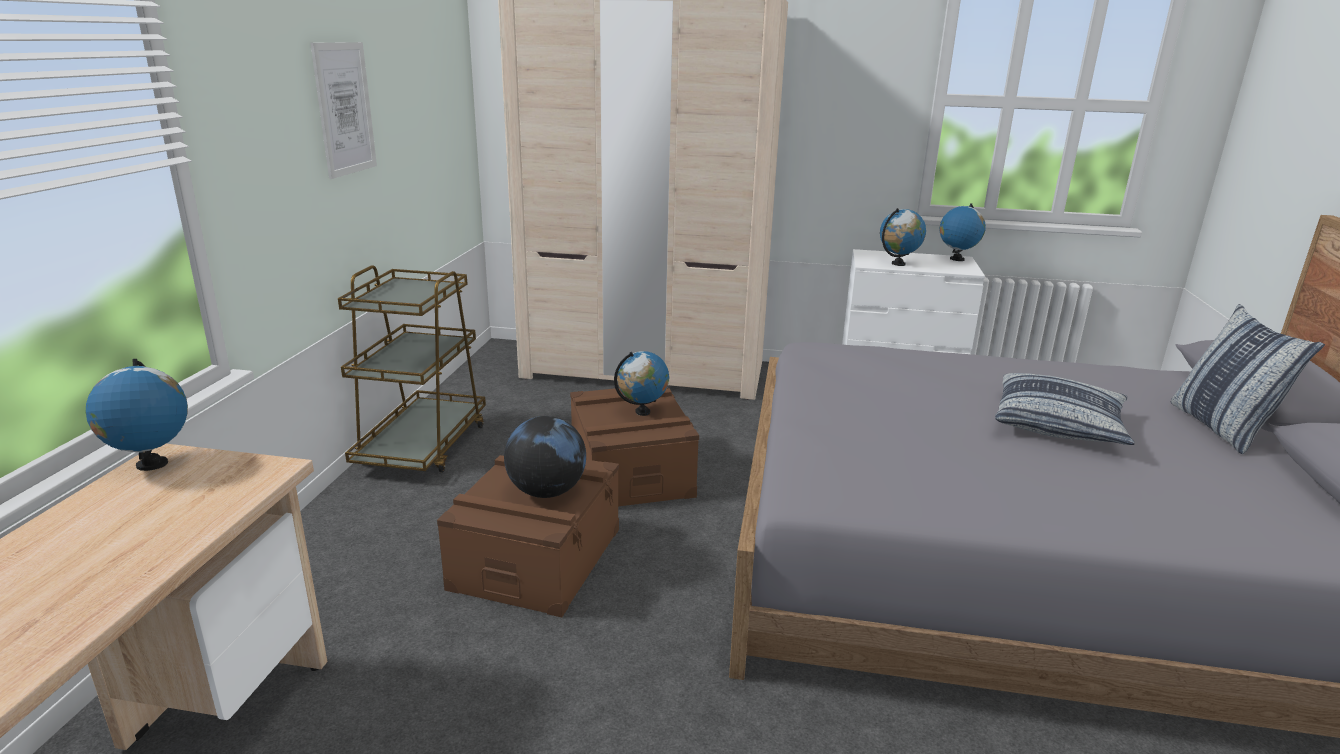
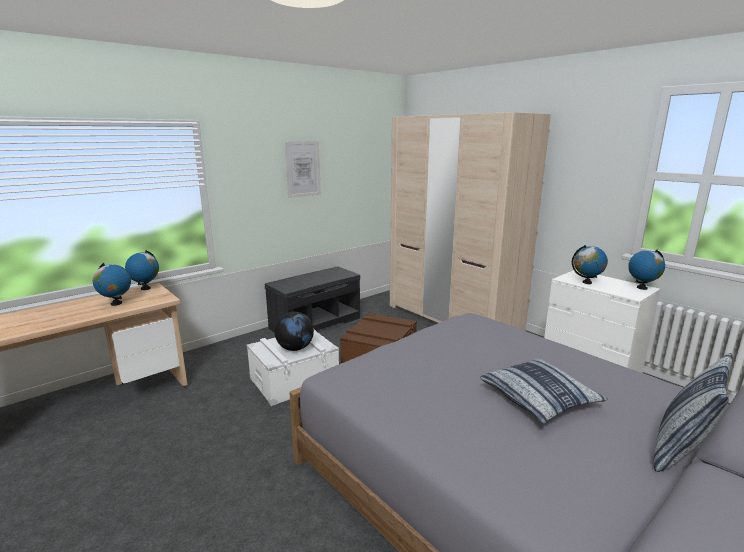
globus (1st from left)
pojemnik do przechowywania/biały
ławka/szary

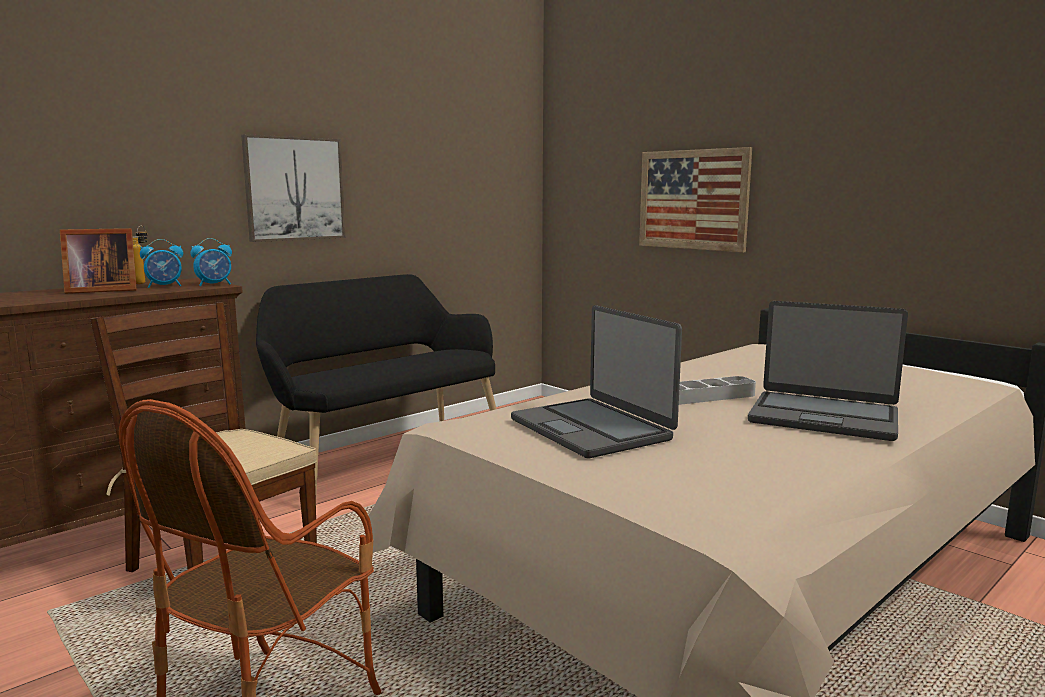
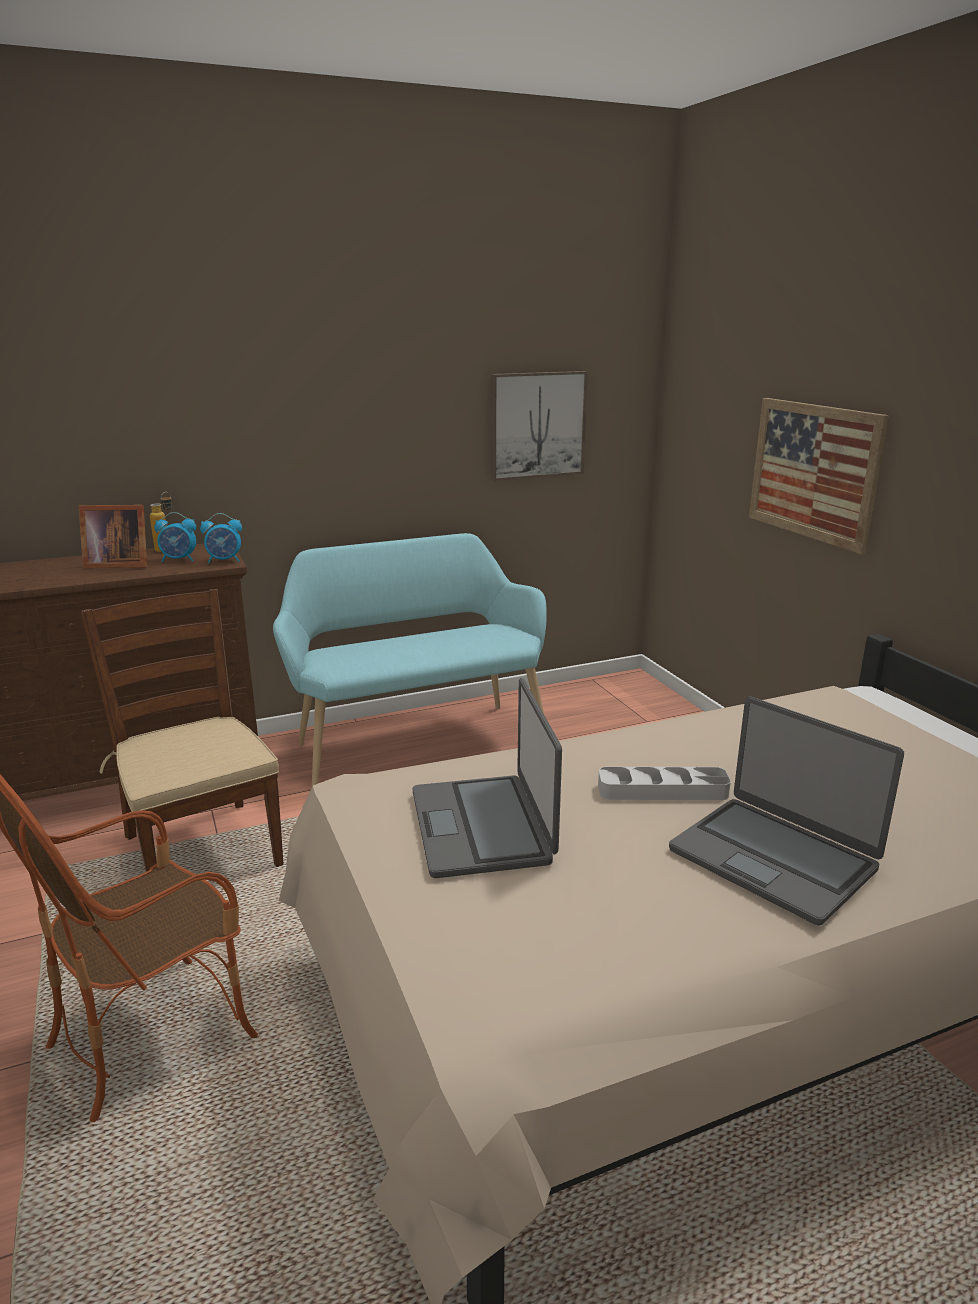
ławka/turkusowy
obraz (1st from left)

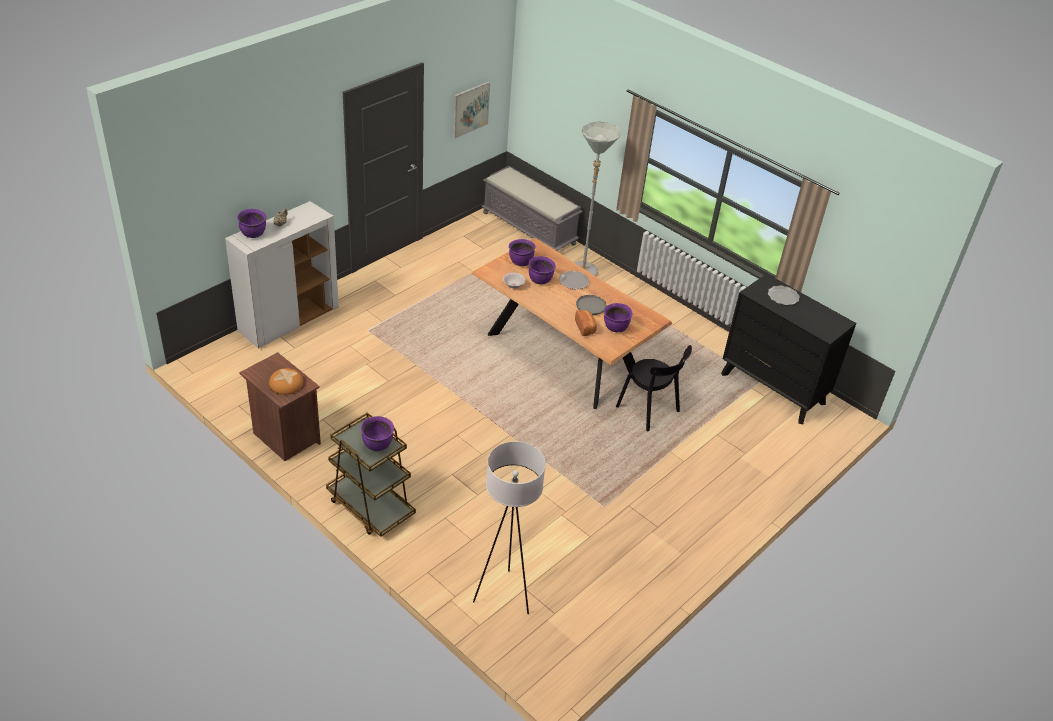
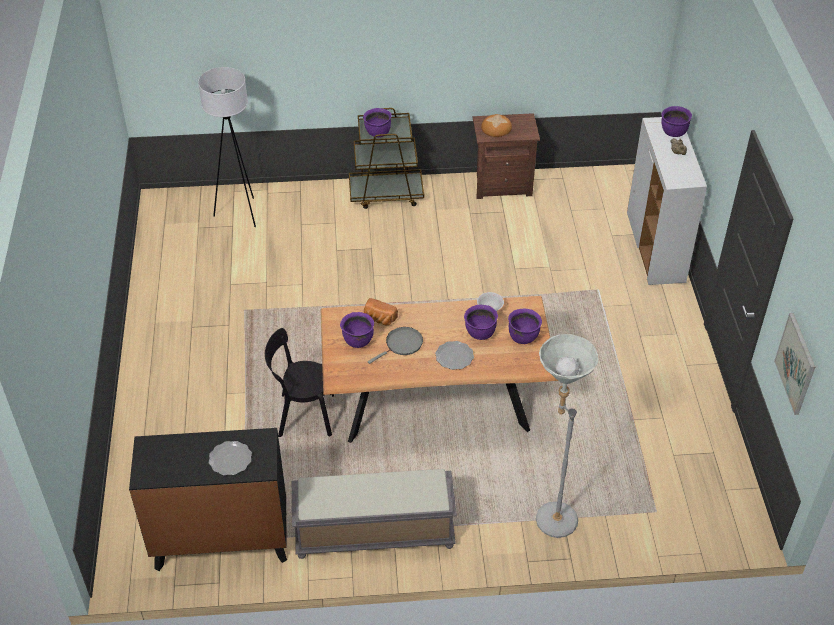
ławka/szary

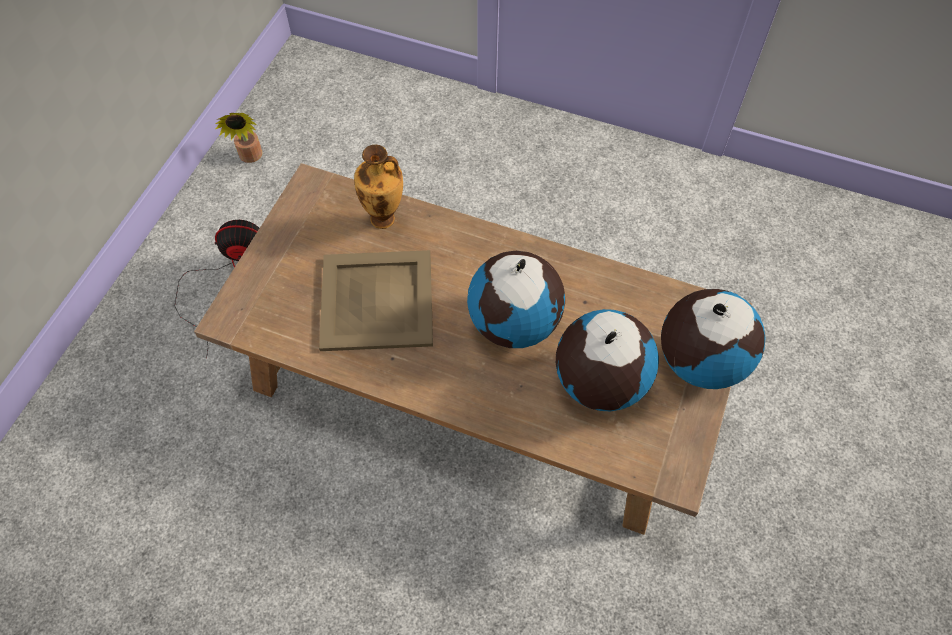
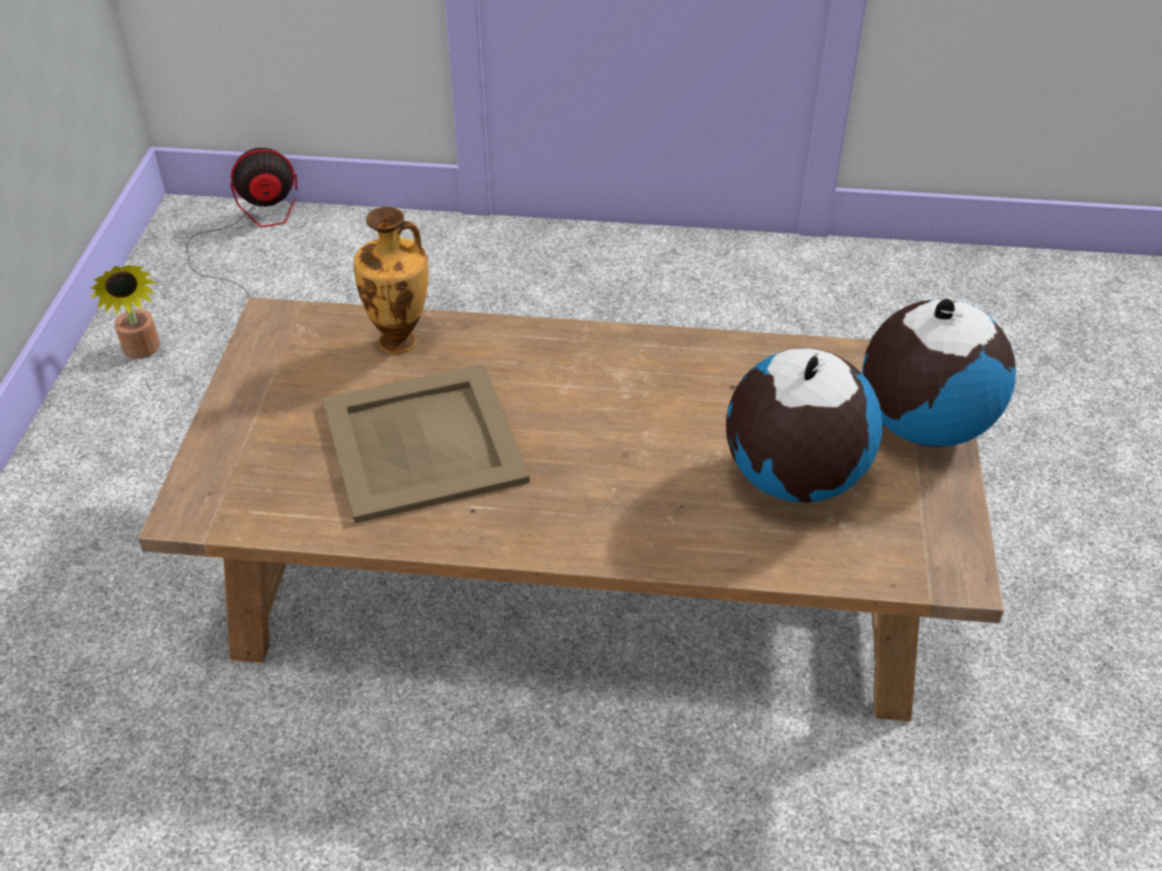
wentylator
globus (1st from left in the first image)

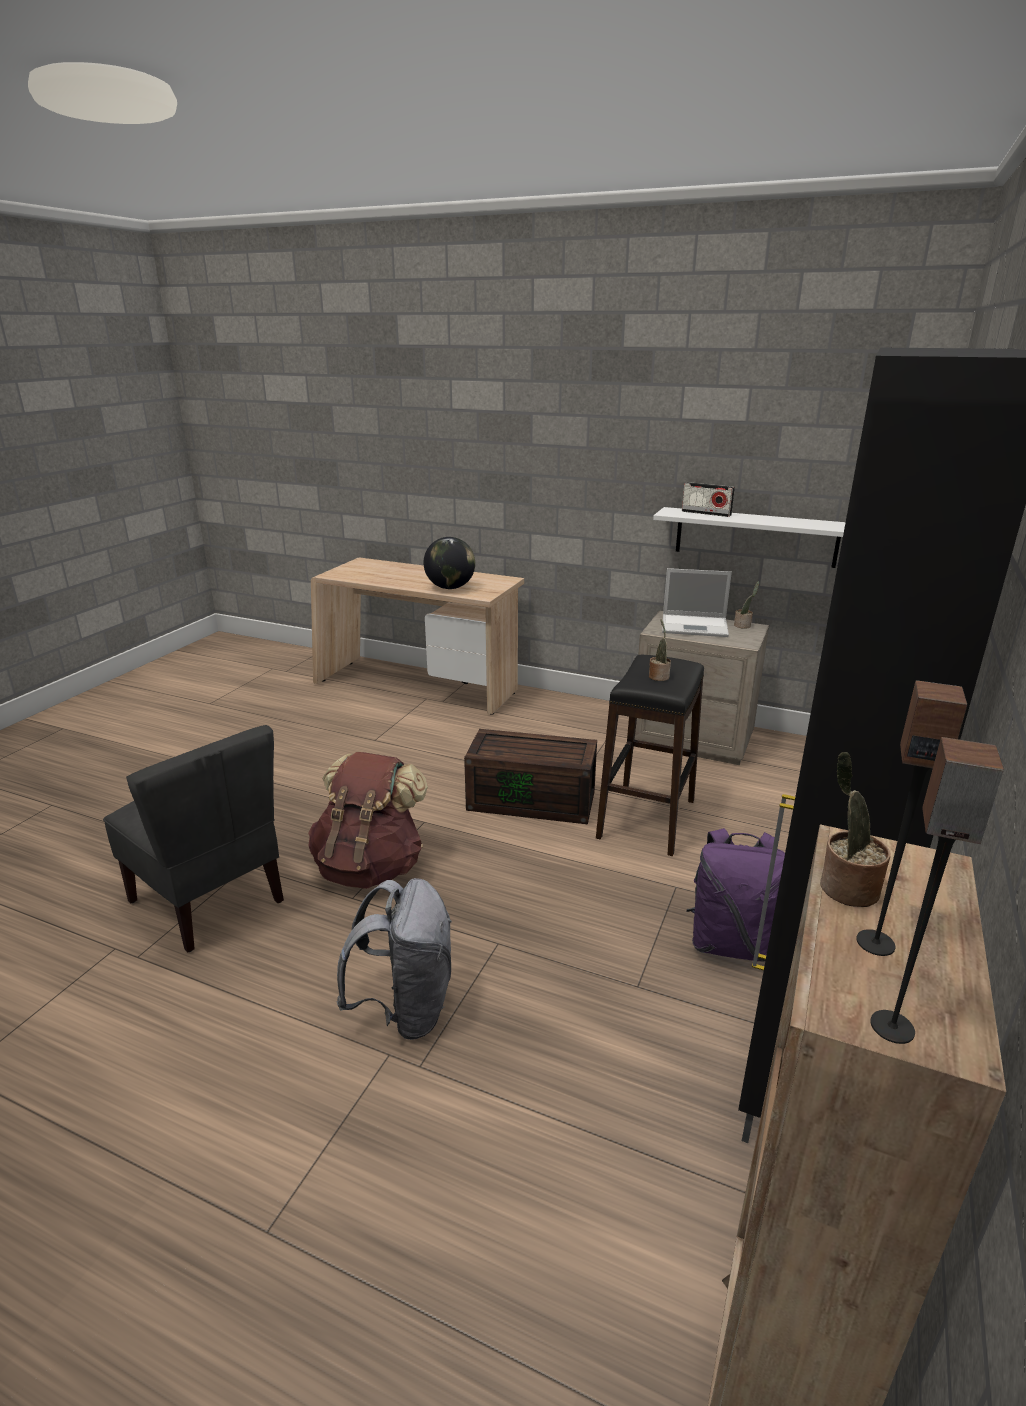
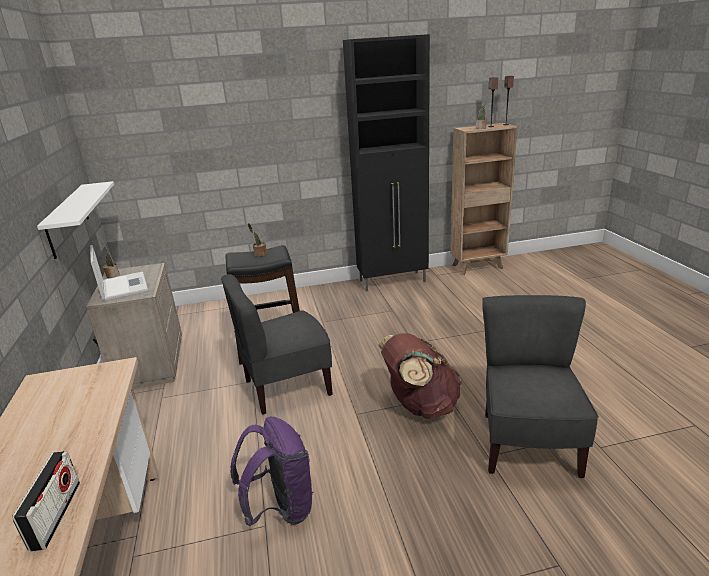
radio
krzesło/szary (1st from left)
plecak/fioletowy
plecak/szary
globus

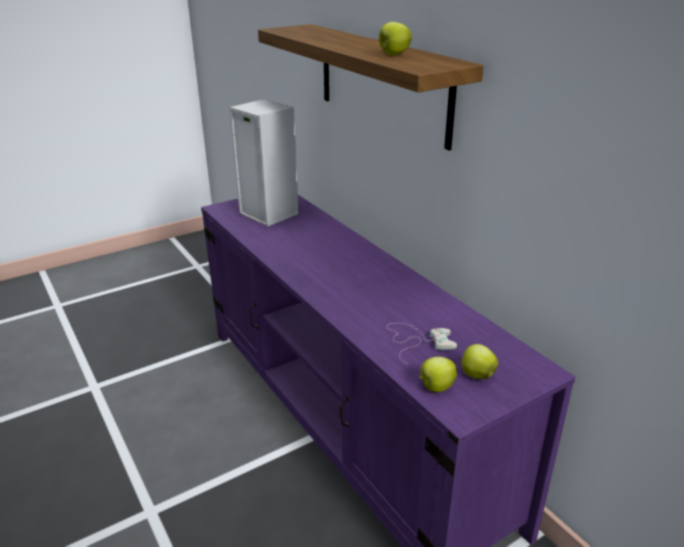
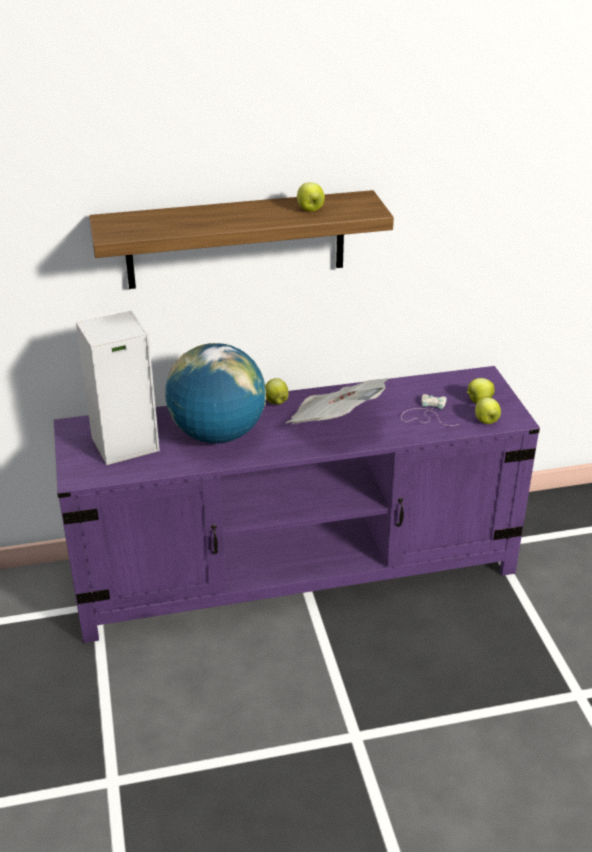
globus
jabłko (1st from left)
gazeta

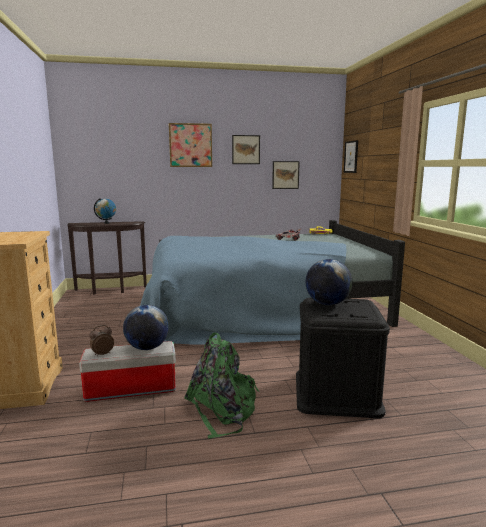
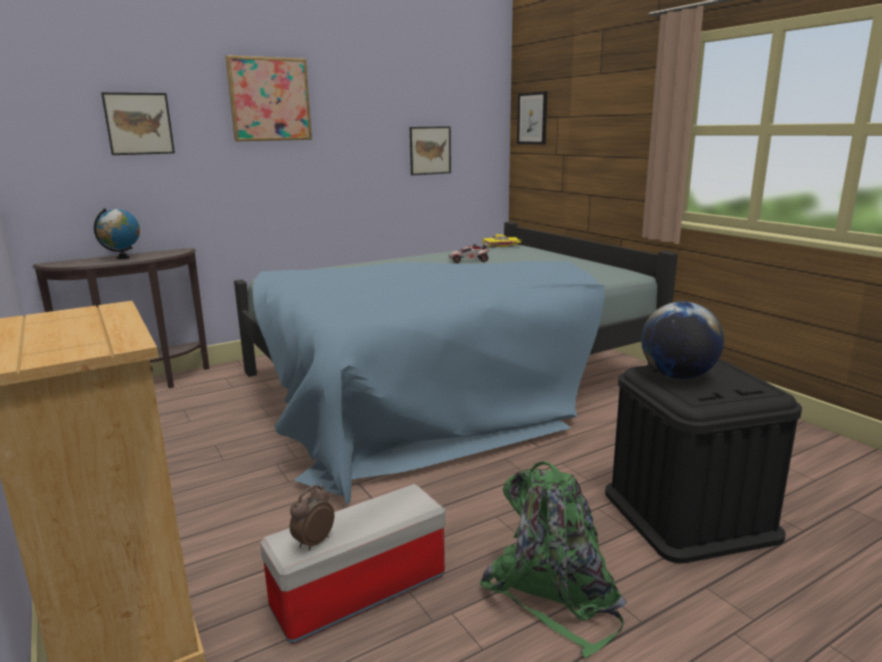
obraz (1st from left)
globus (2nd from left in the first image)

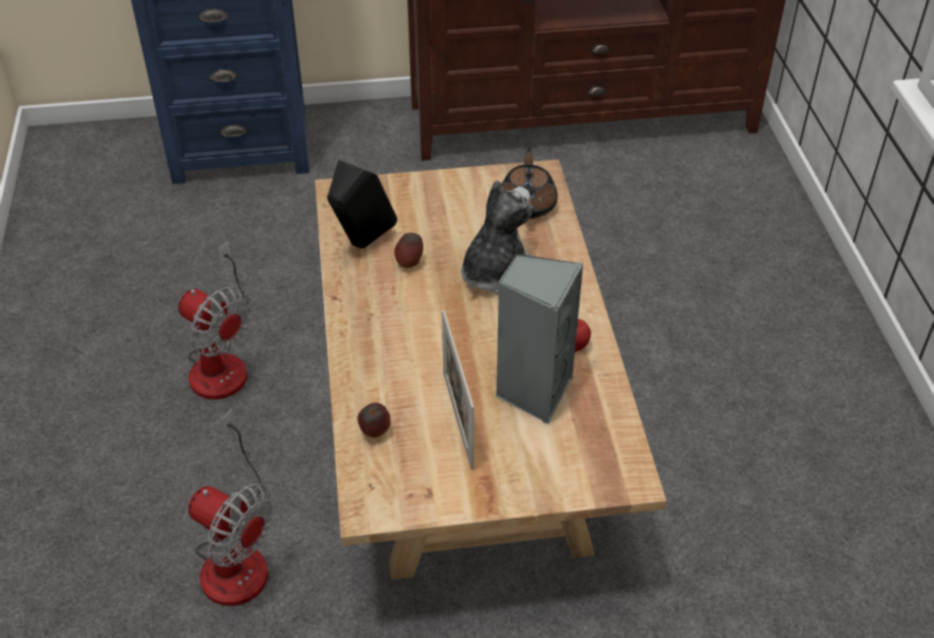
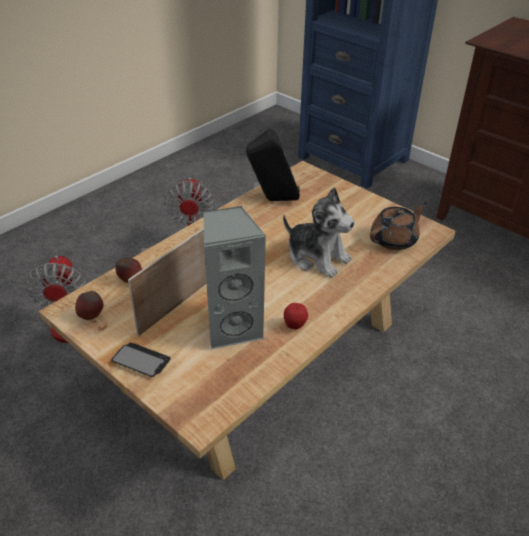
jabłko (1st from left)
telefon
pluszak

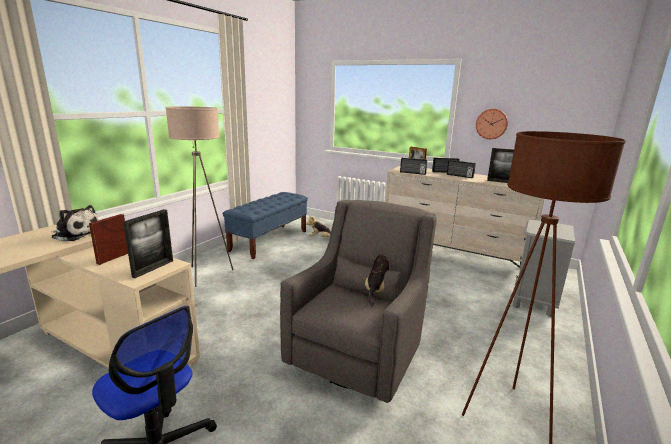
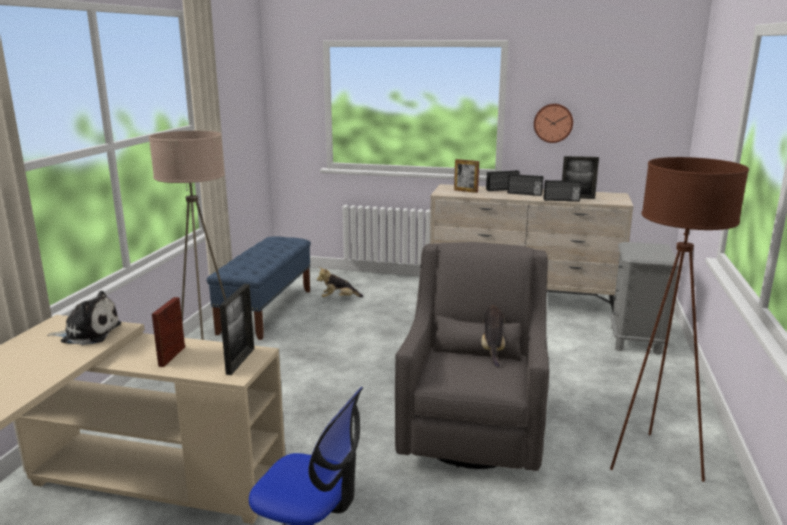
radio (3rd from left)

